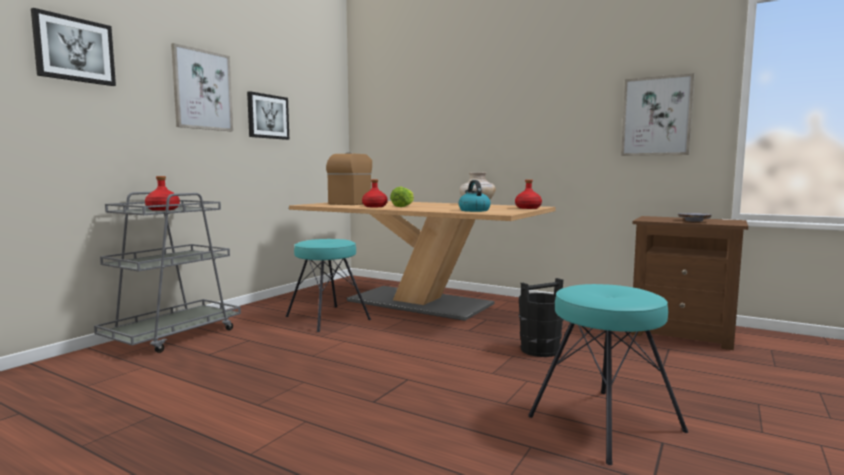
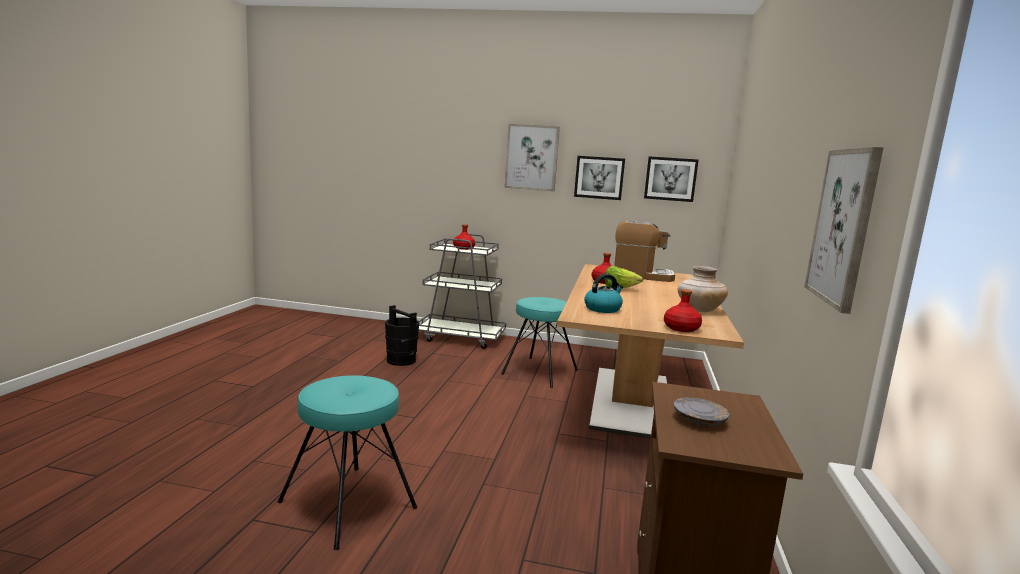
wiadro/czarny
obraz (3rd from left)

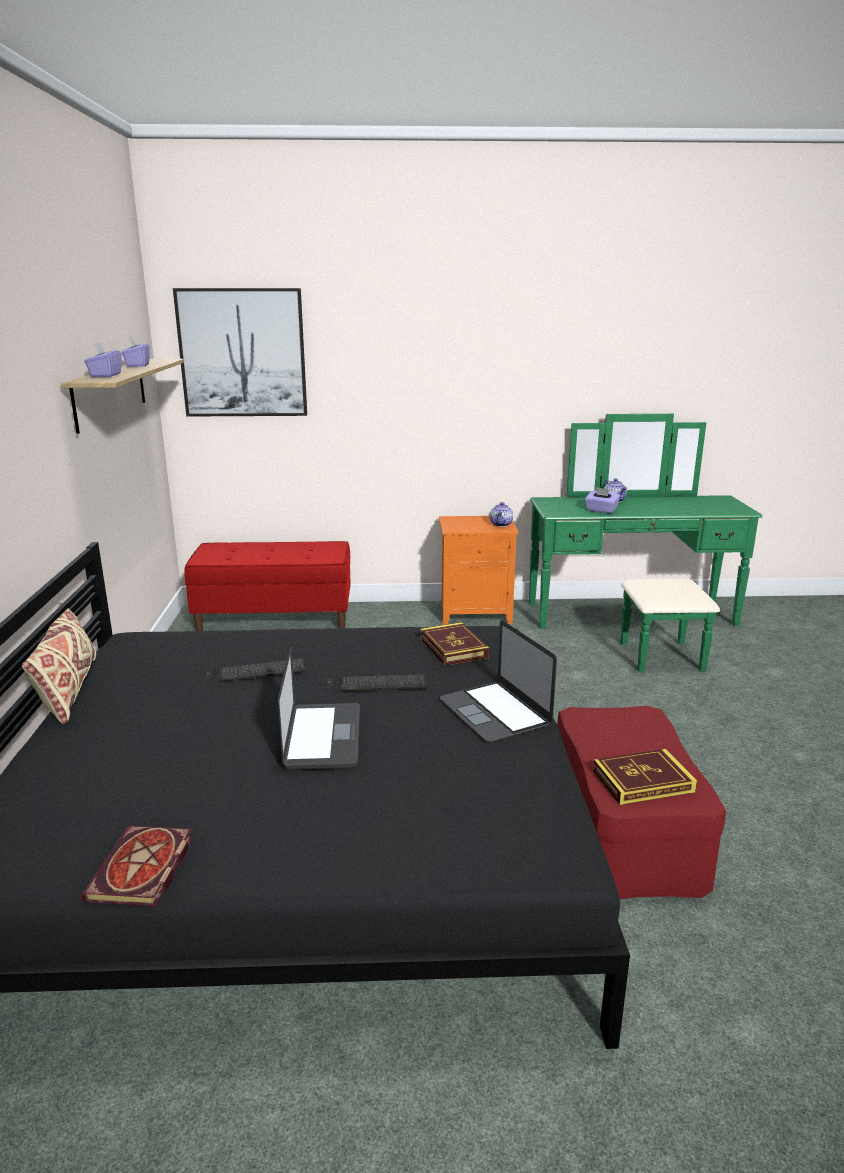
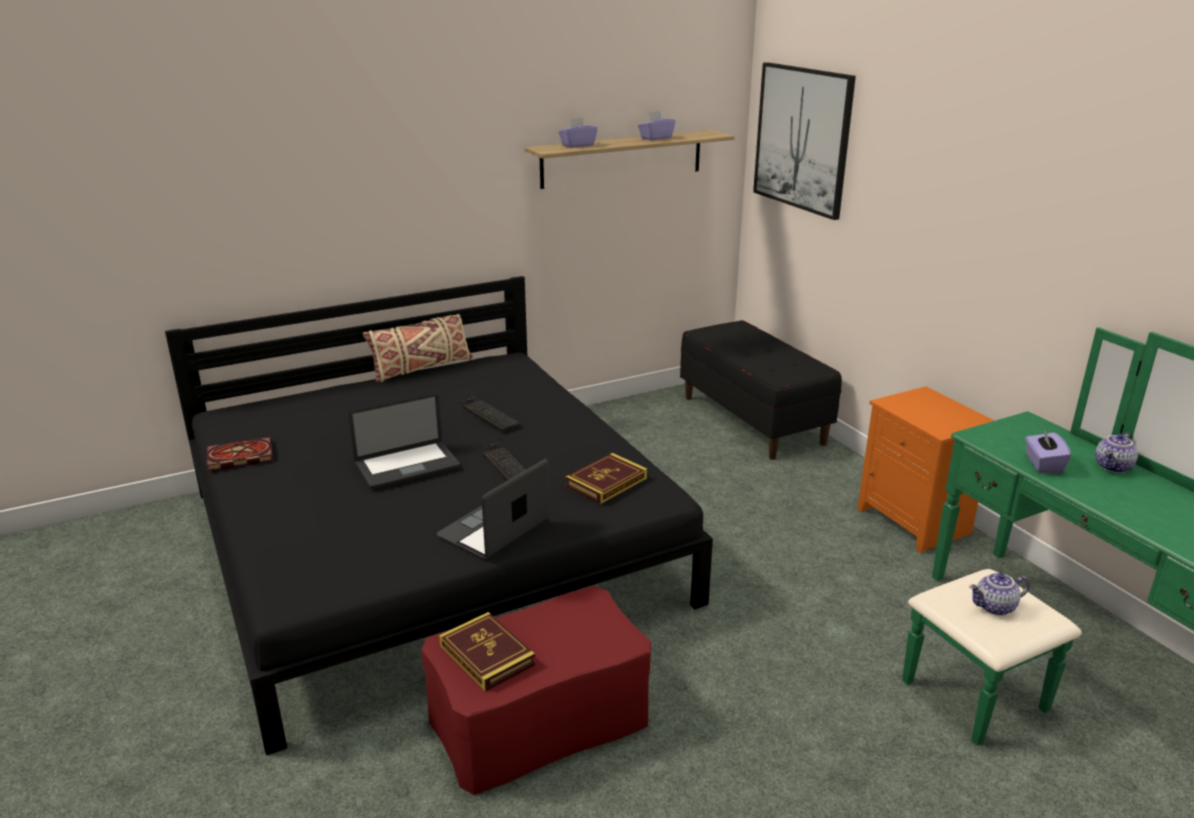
ławka/czarny
imbryk (1st from left)

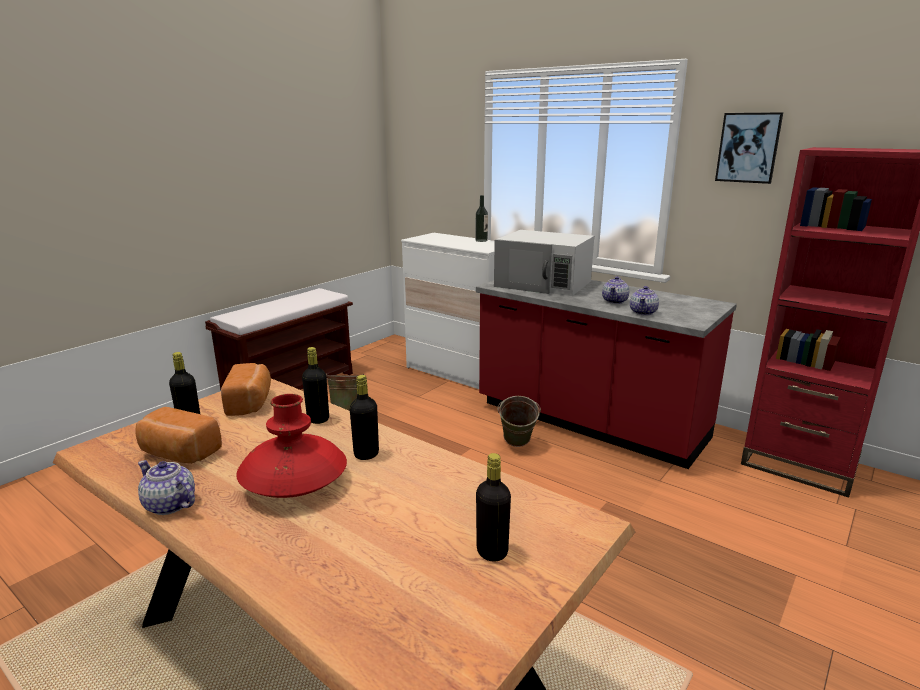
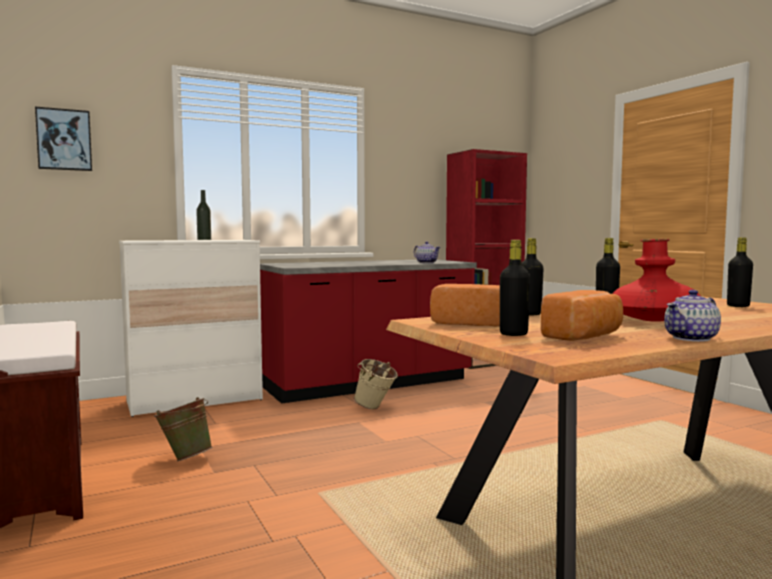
obraz
wiadro/beżowy
mikrofalówka/biały
imbryk (2nd from left in the first image)

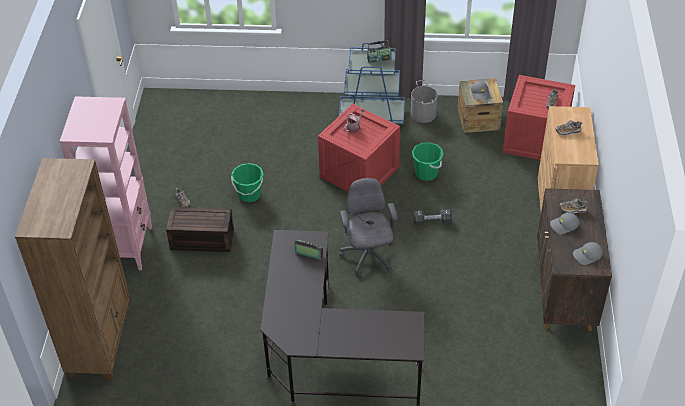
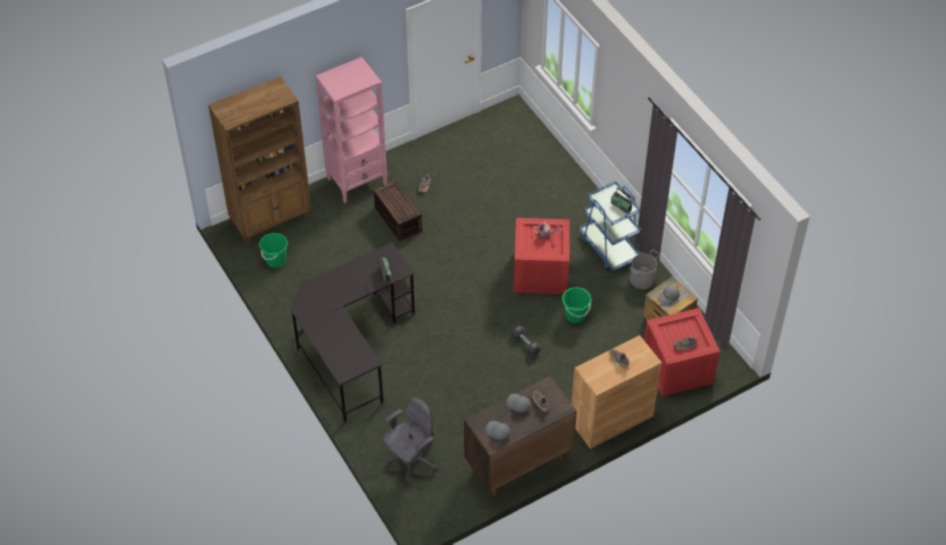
wiadro/zielony (1st from left)
krzesło biurowe/szary

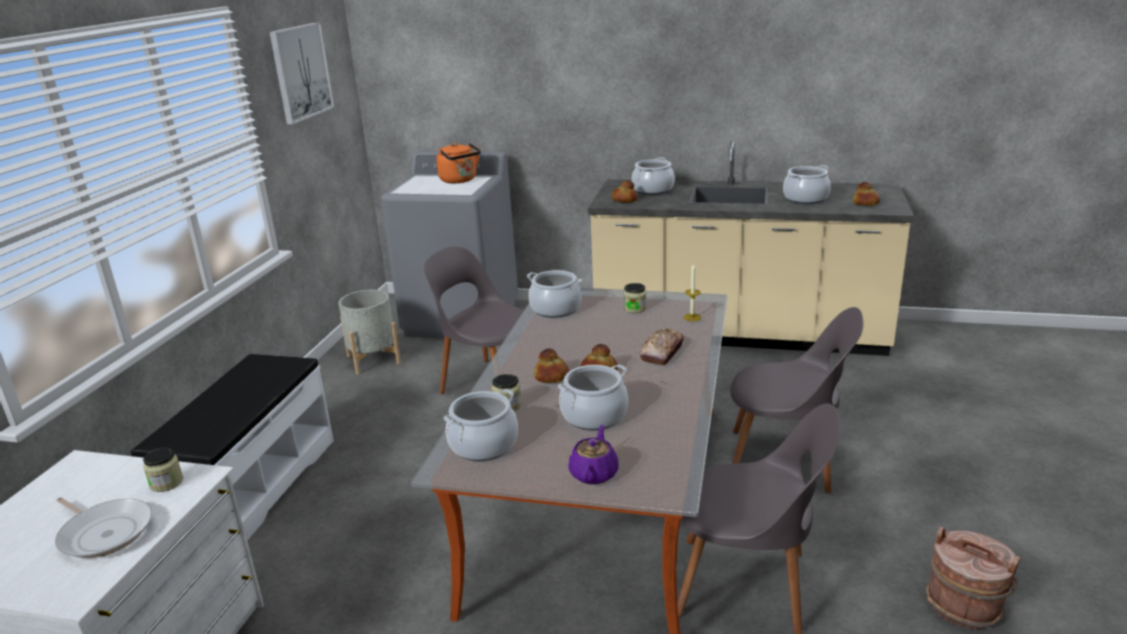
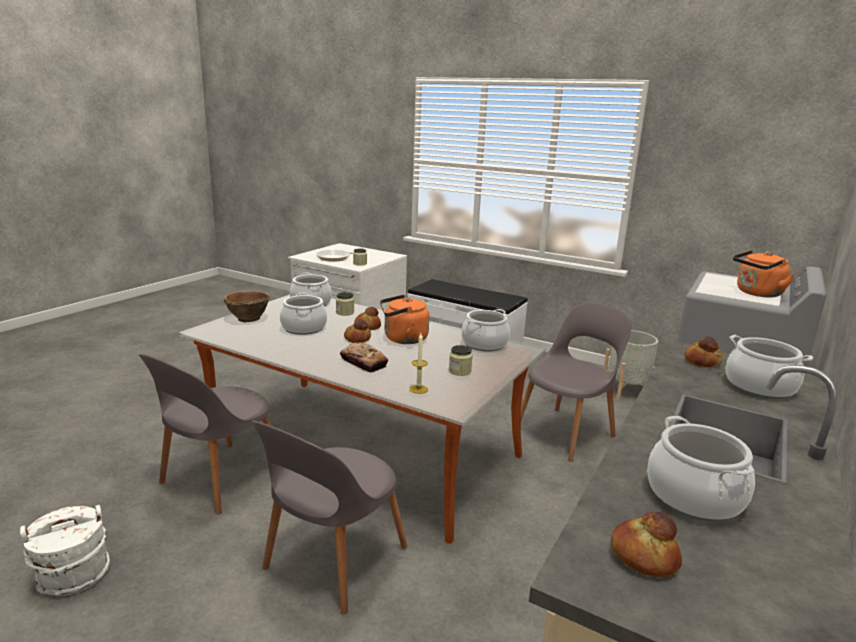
wiadro/biały
miska/brązowy
czajnik/pomarańczowy (1st from left)
obraz

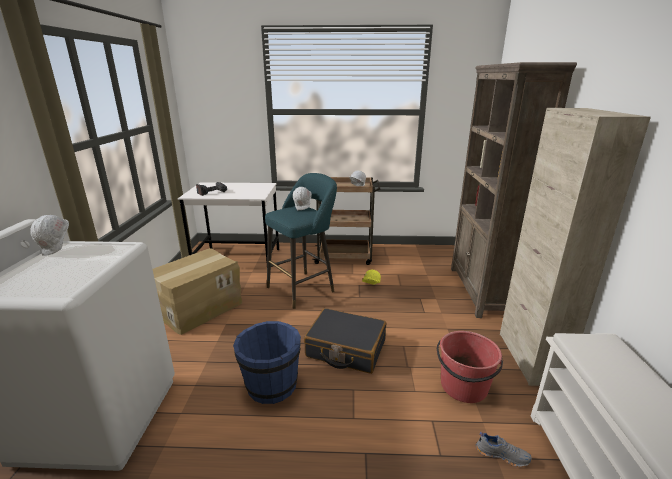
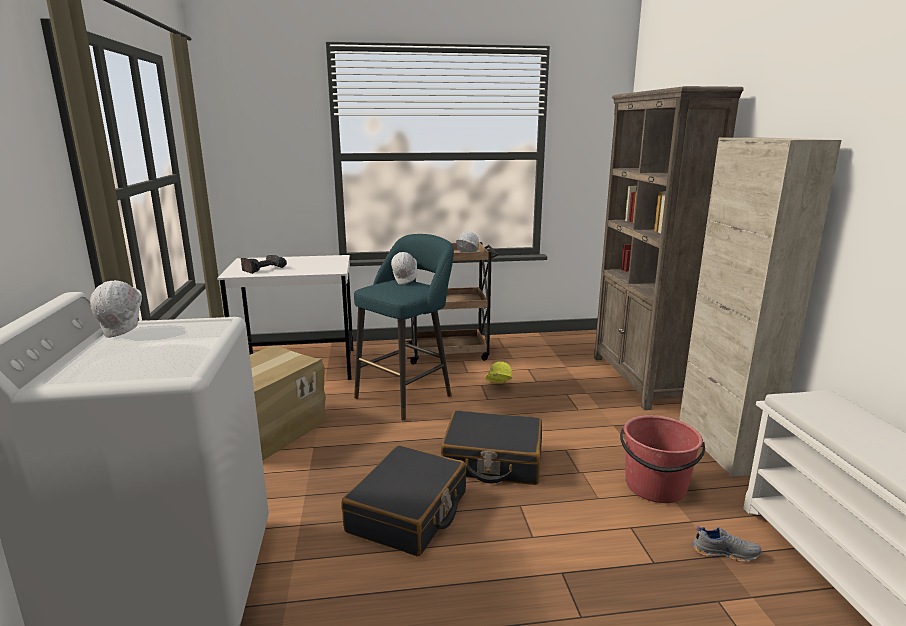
walizka/czarny (1st from left)

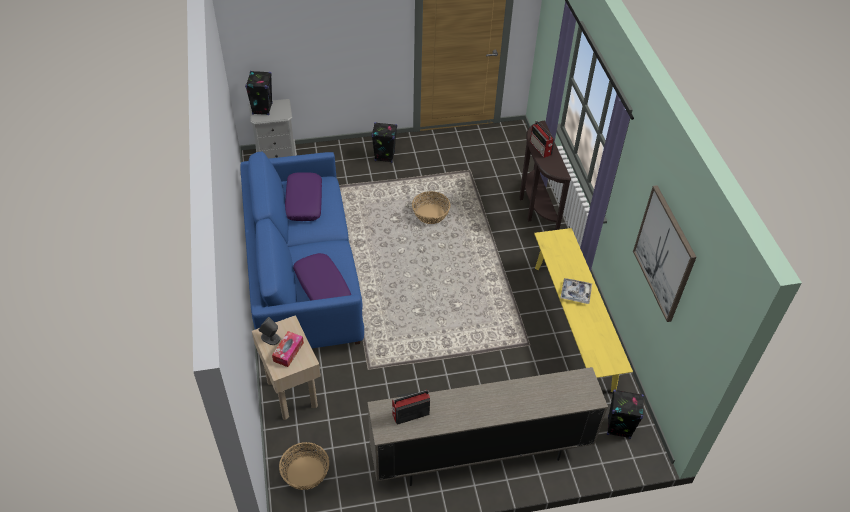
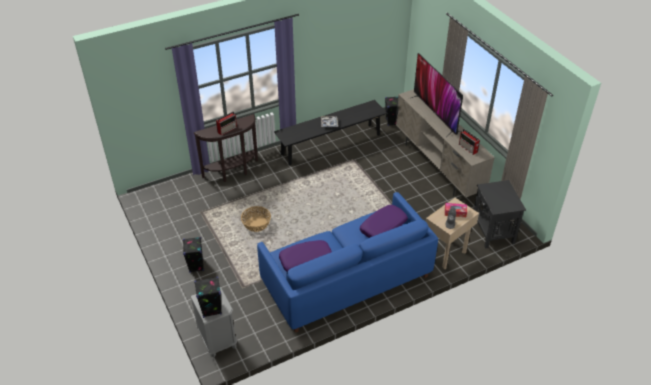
ławka/czarny
telewizor
stolik/czarny
obraz

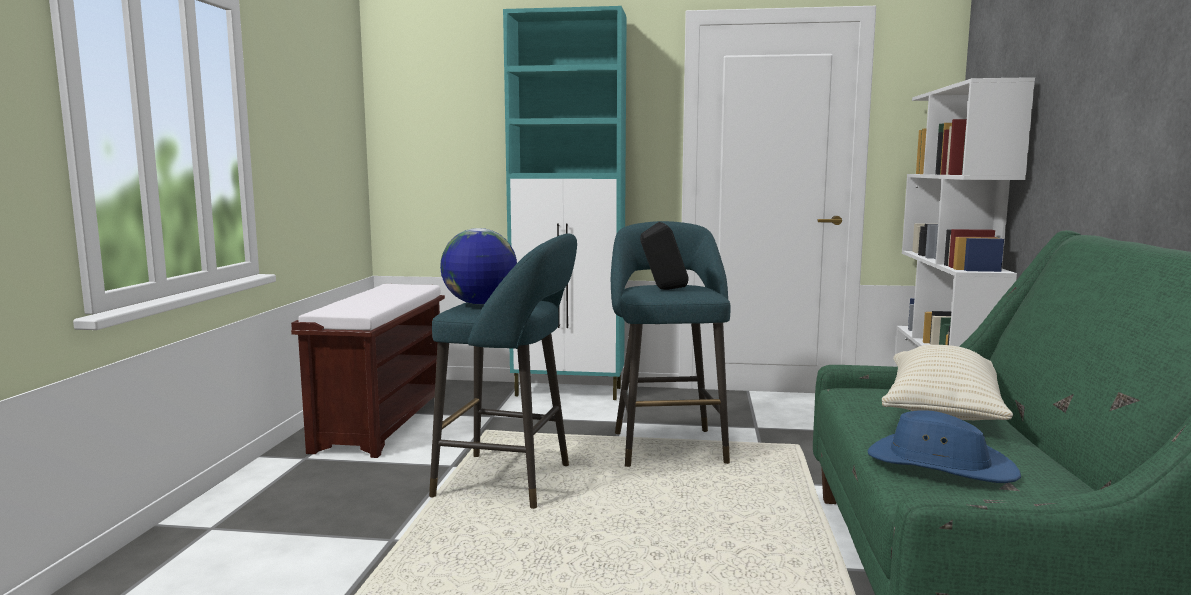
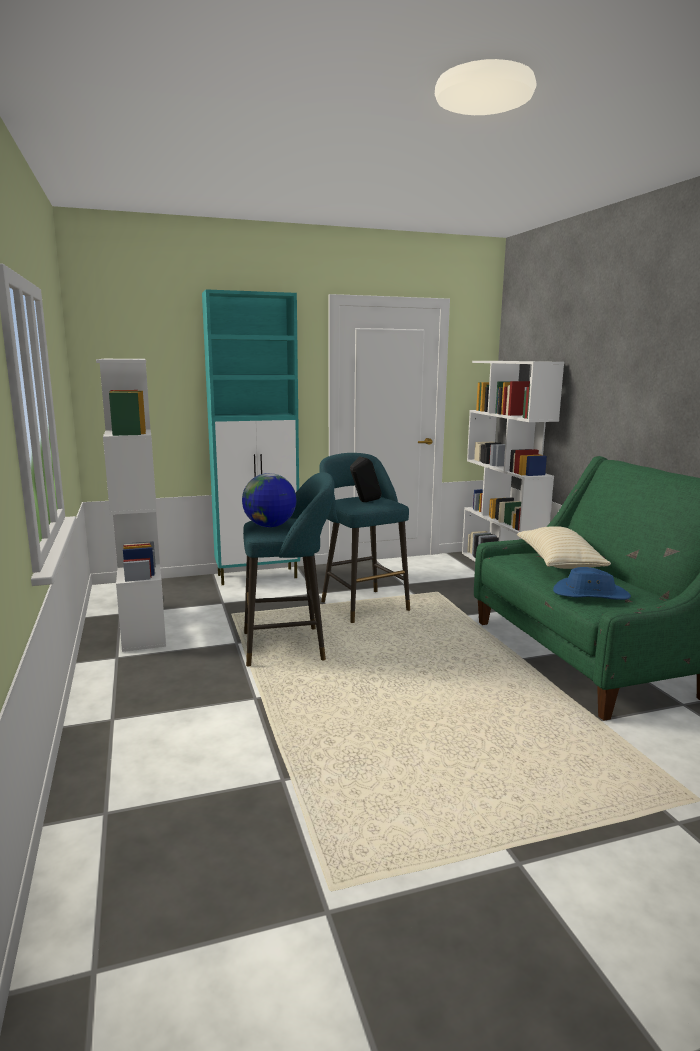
regał/biały (1st from left)

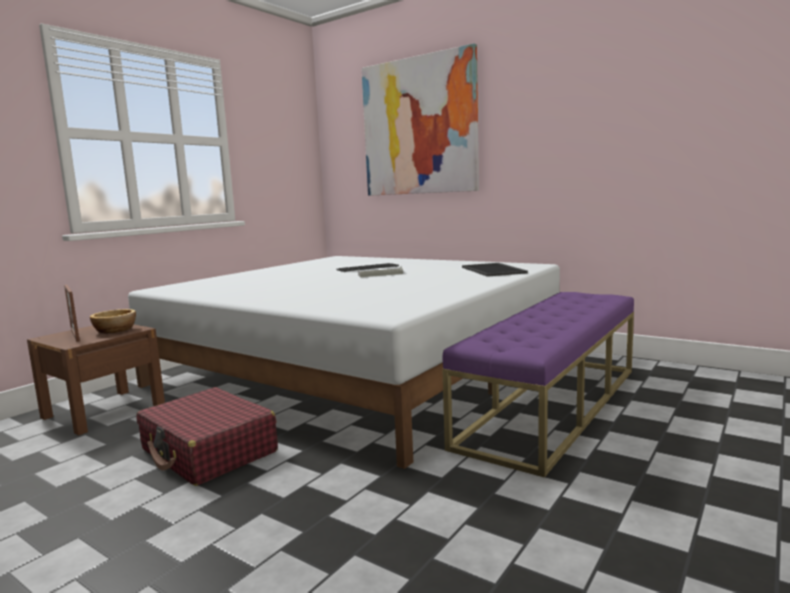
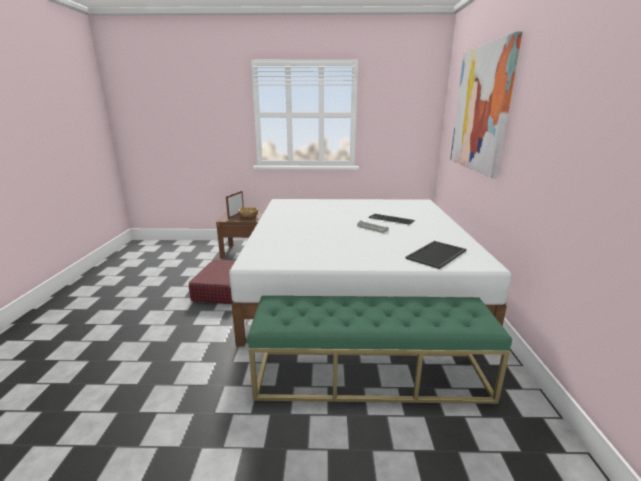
ławka/zielony

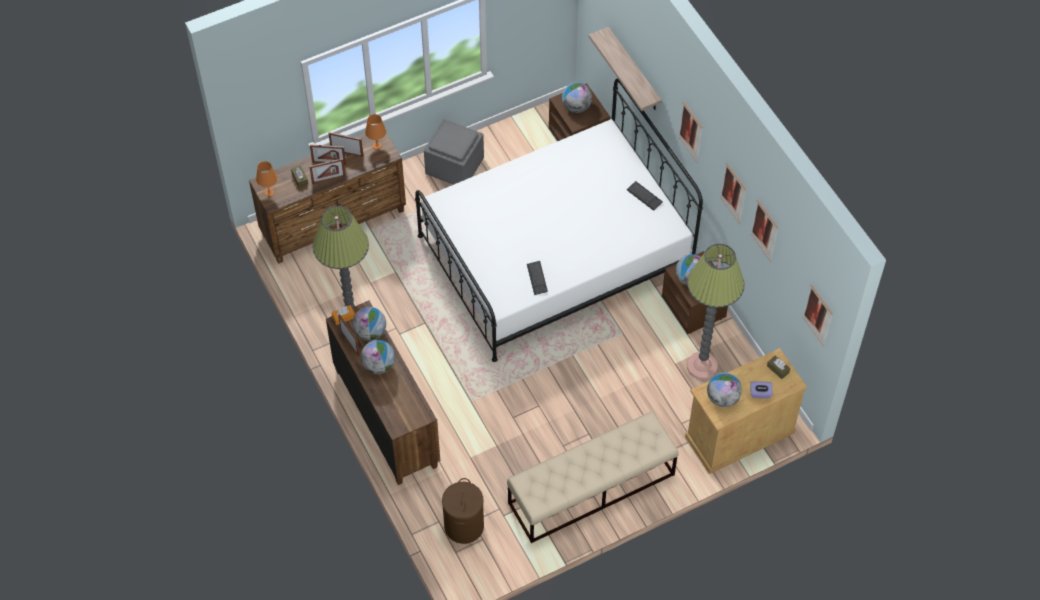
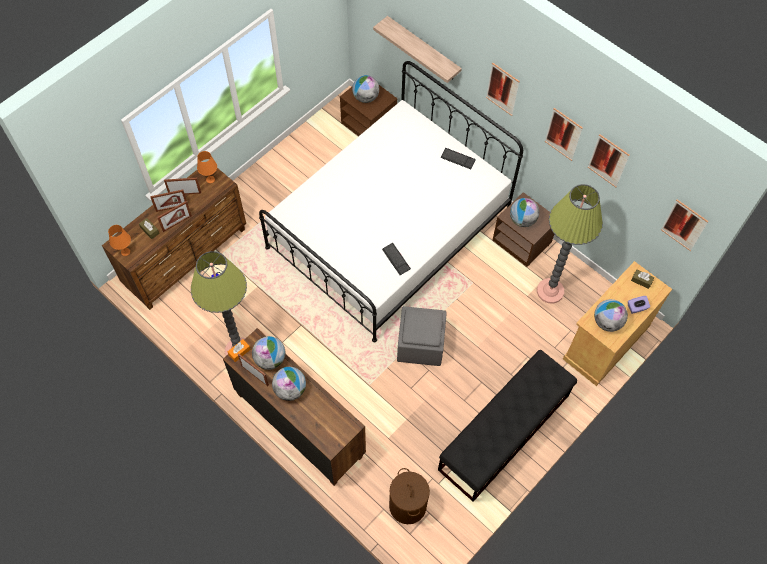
pufa/szary
ławka/czarny

